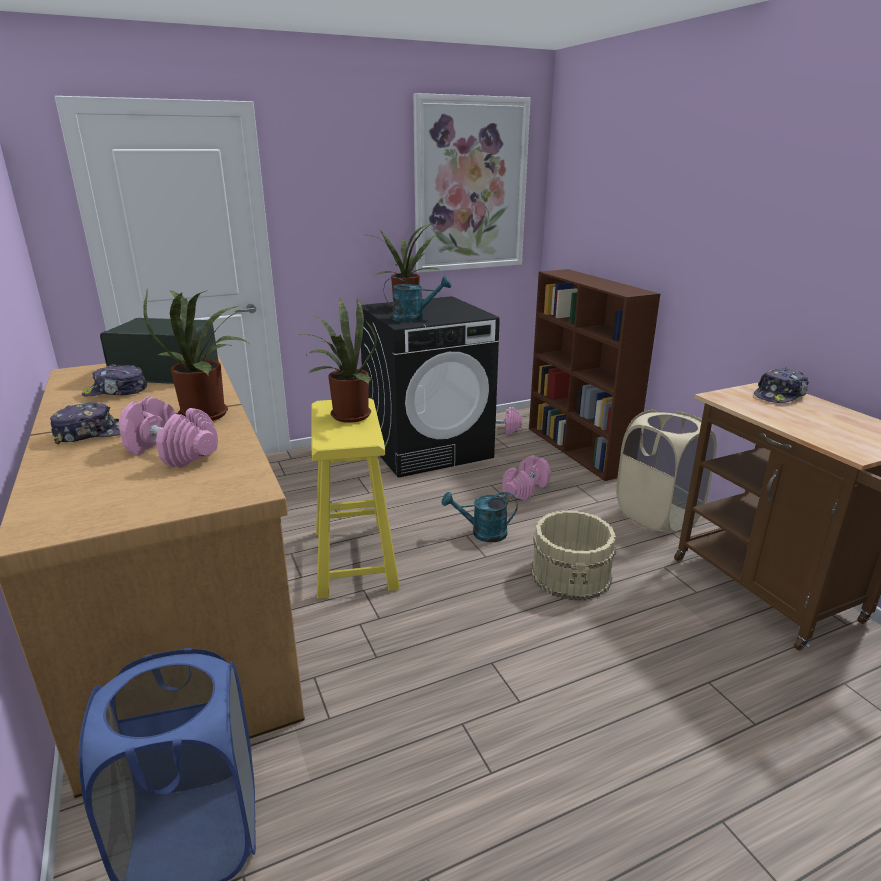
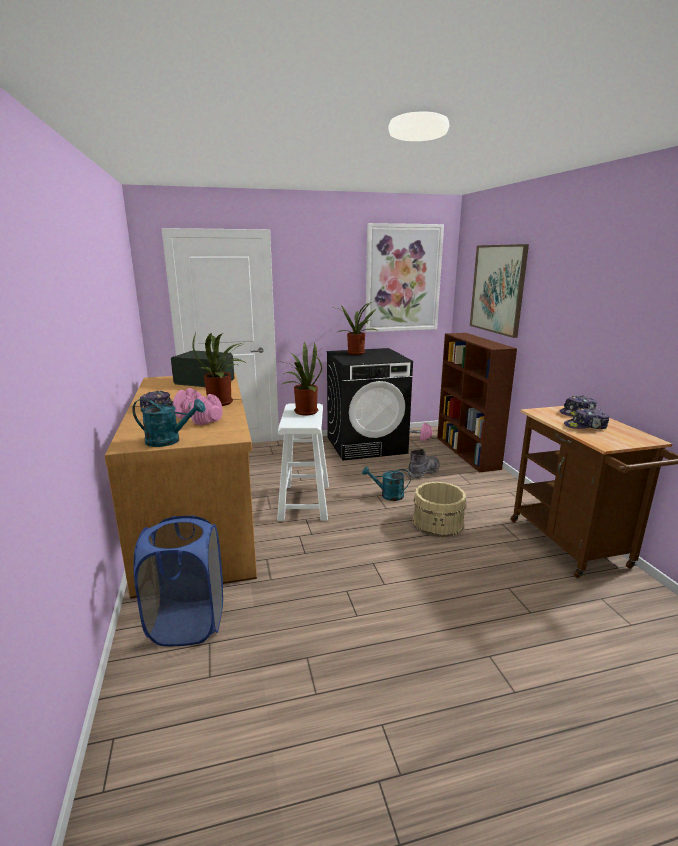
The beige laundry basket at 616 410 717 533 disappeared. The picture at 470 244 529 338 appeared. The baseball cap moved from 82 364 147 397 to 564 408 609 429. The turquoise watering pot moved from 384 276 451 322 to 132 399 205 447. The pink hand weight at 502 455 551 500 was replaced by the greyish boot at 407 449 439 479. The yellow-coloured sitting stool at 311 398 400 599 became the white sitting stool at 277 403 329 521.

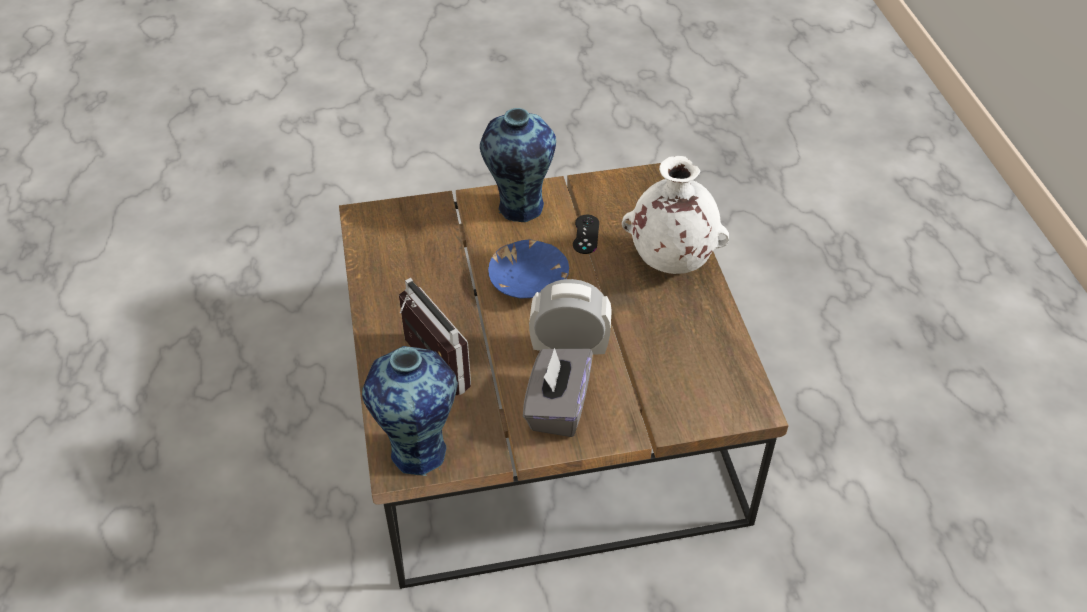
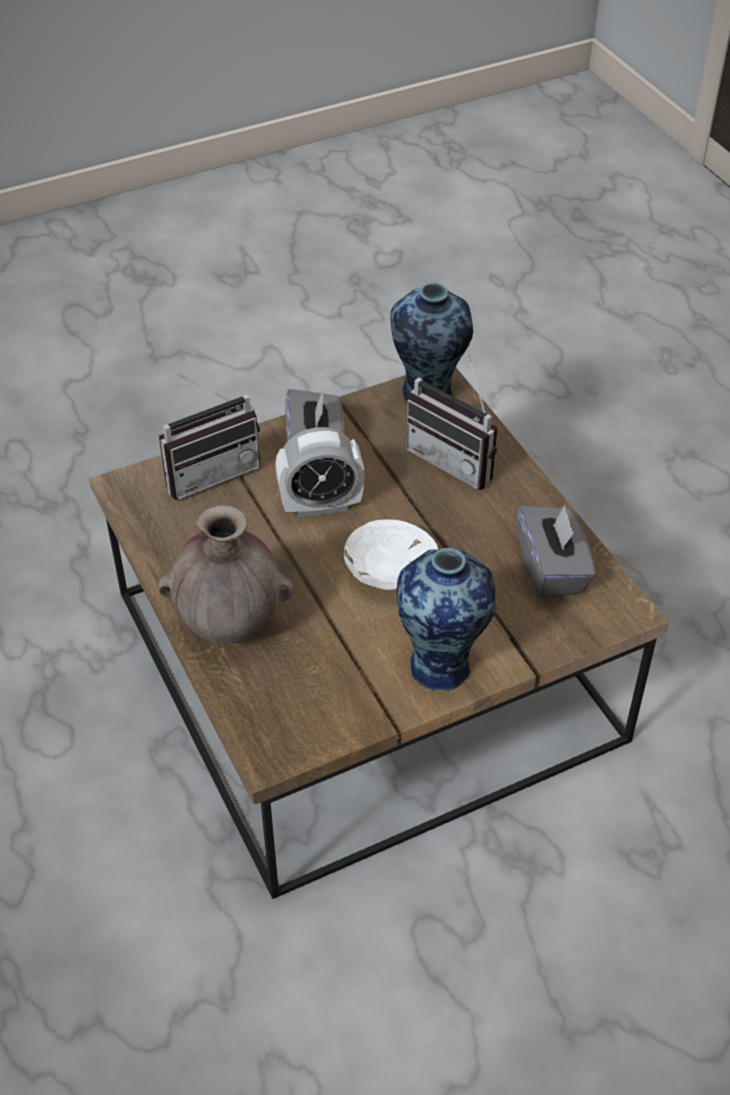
The blackish game controller at 573 215 599 254 disappeared. The radio set at 159 373 260 500 appeared. The greyish box of tissues at 516 505 596 599 appeared. The blue-coloured bowl at 488 239 569 298 became the white bowl at 344 520 438 590. The white flower vase at 622 156 729 274 became the brownish flower vase at 158 505 293 643.

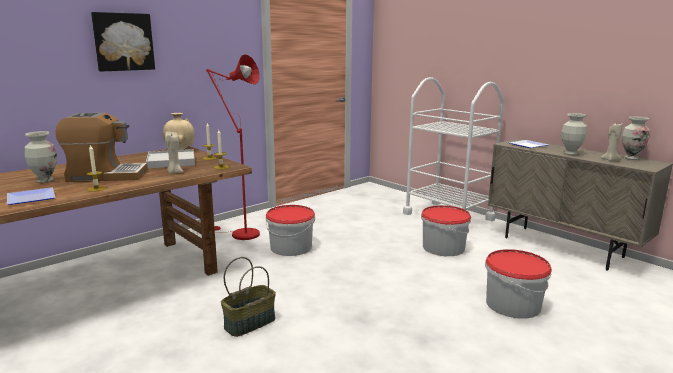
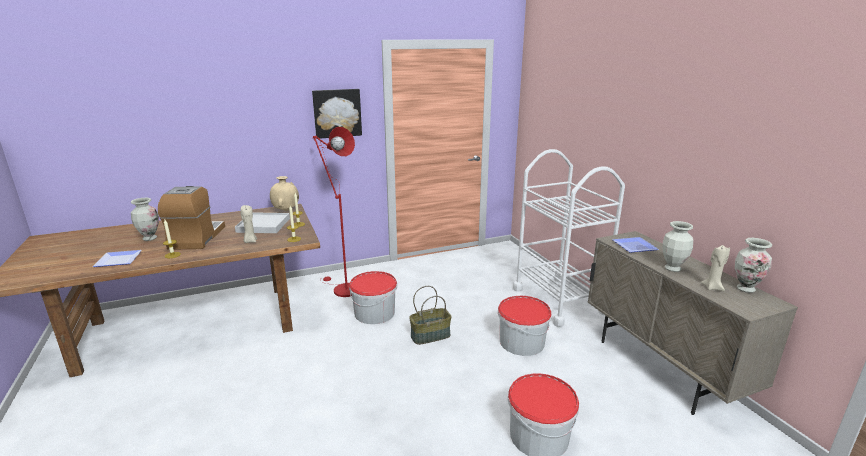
The picture moved from 91 12 155 72 to 312 89 362 139. The basket moved from 221 257 276 337 to 409 286 452 345. The coffee maker at 56 113 148 182 turned 105 degrees counterclockwise.

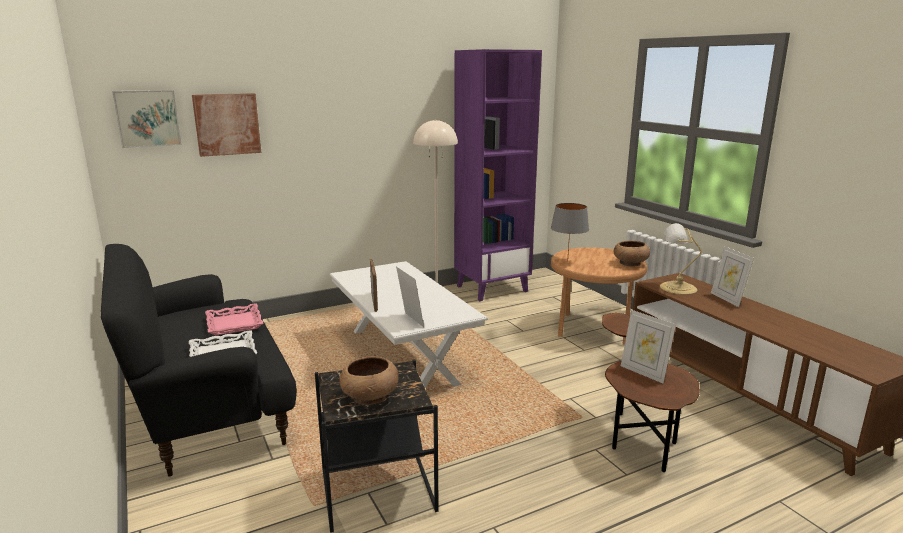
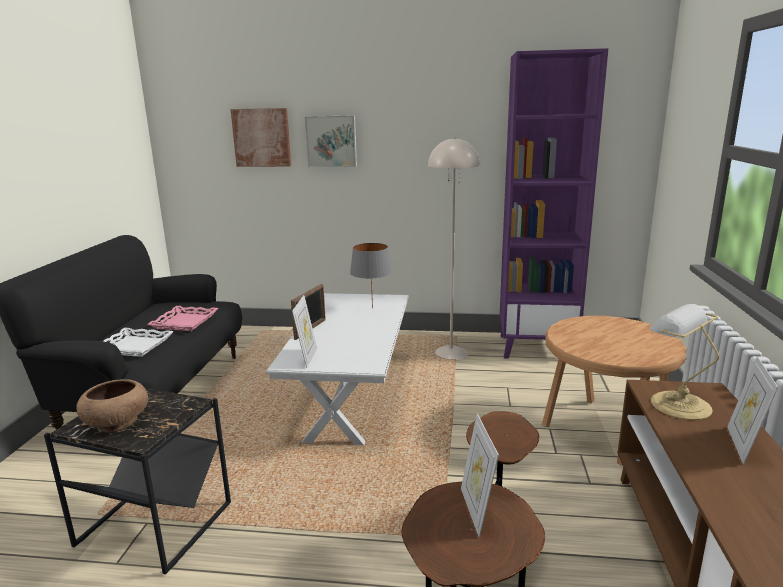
The brownish bowl at 613 241 650 267 disappeared. The picture moved from 112 90 182 148 to 305 115 357 167. The greyish tabletop lamp moved from 551 203 589 262 to 350 243 393 309.

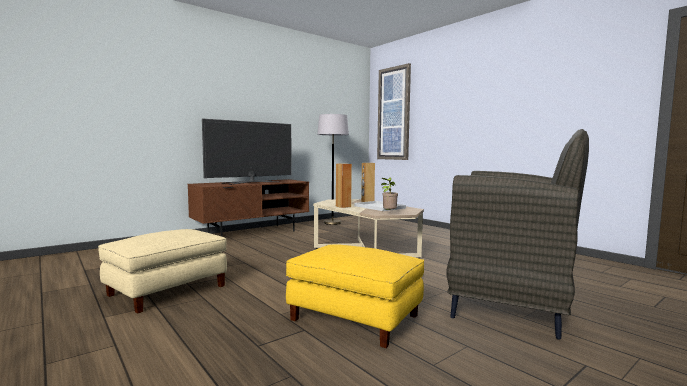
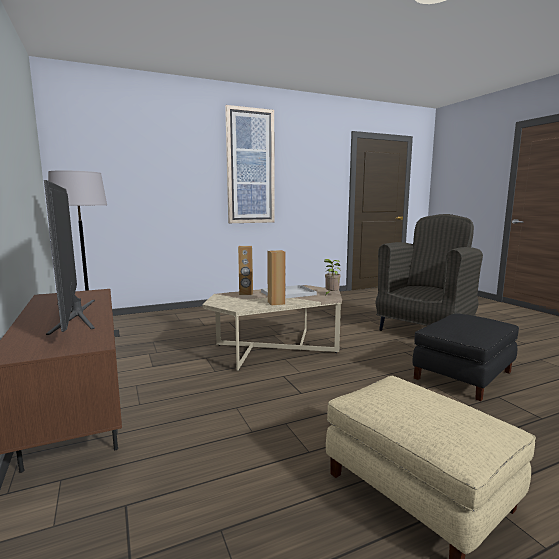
The picture moved from 377 63 411 160 to 225 105 275 223. The yellow-coloured ottoman at 286 244 424 348 became the blackish ottoman at 412 313 519 401.

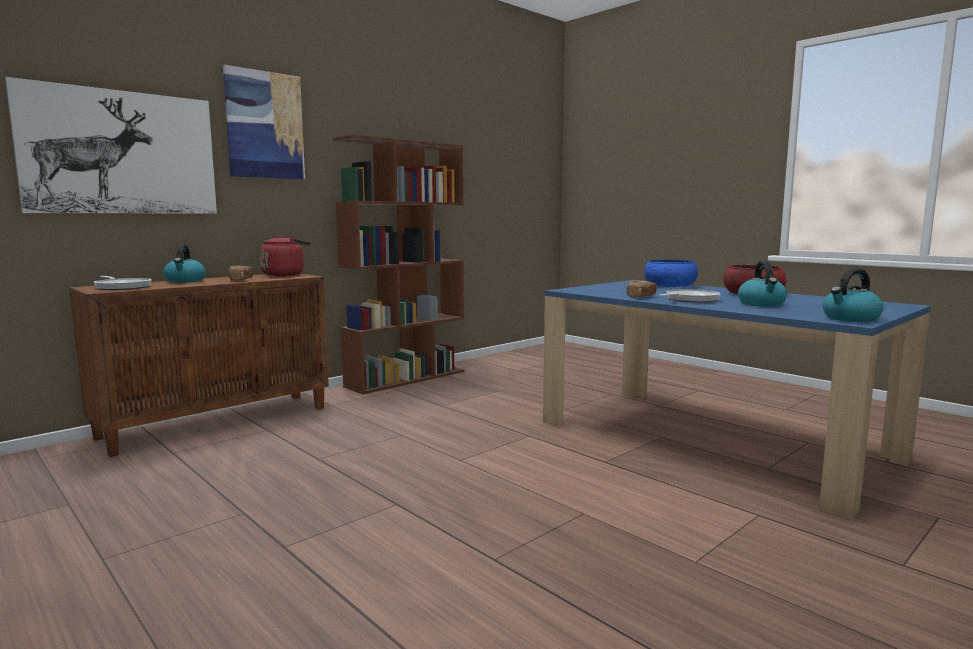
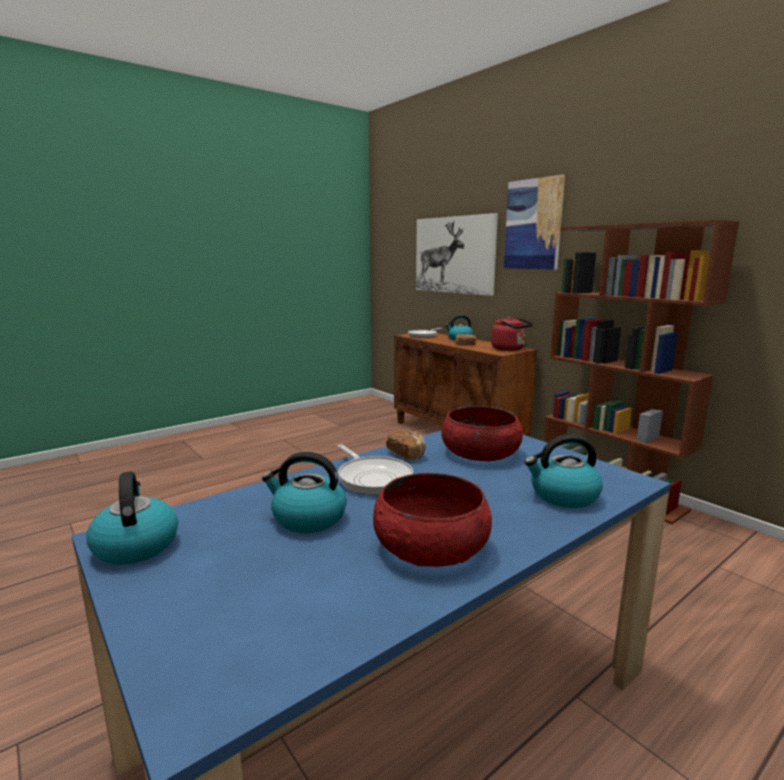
The red-coloured bowl at 441 406 523 461 appeared. The blue-coloured bowl at 644 259 698 287 was replaced by the tea kettle at 524 434 603 508.

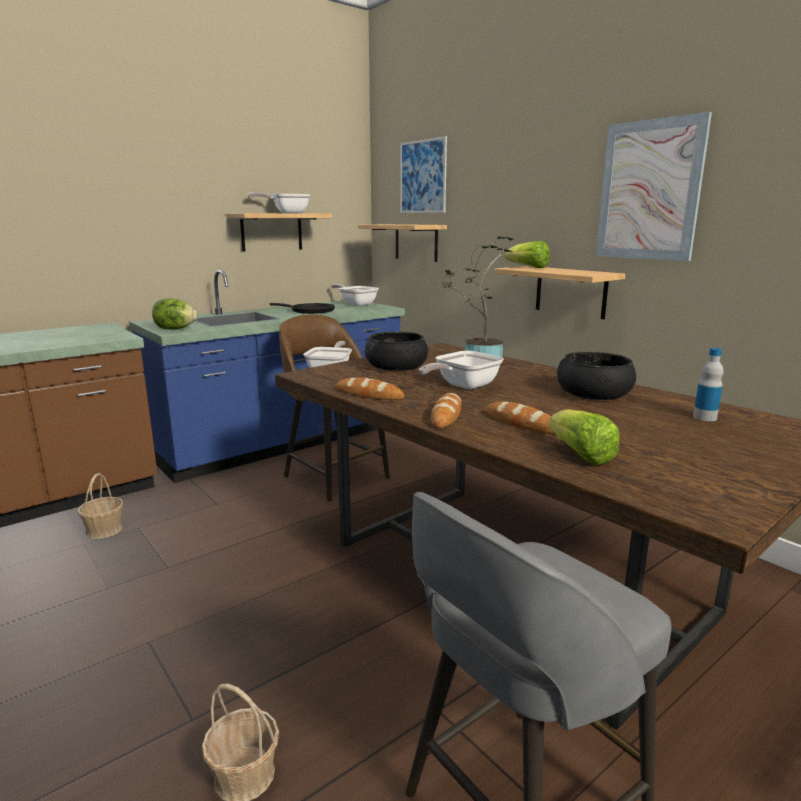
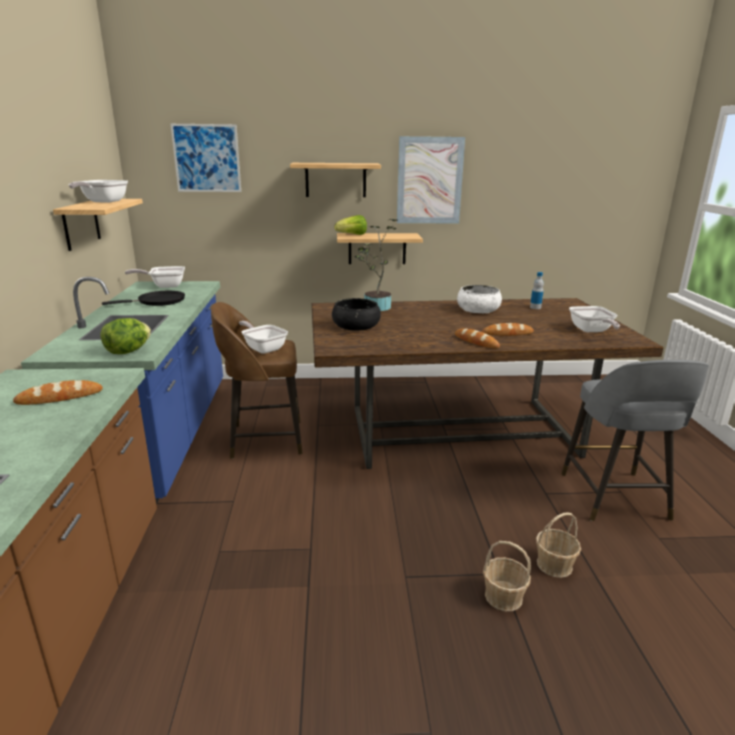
The lettuce head at 548 409 620 465 disappeared. The basket moved from 77 473 124 539 to 483 541 531 611. The baked bread moved from 336 378 404 400 to 13 380 103 405. The wall shelf moved from 358 224 447 262 to 290 163 381 197. The pan moved from 419 351 504 389 to 569 306 620 332. The blackish bowl at 557 352 636 400 became the white bowl at 457 285 502 314.

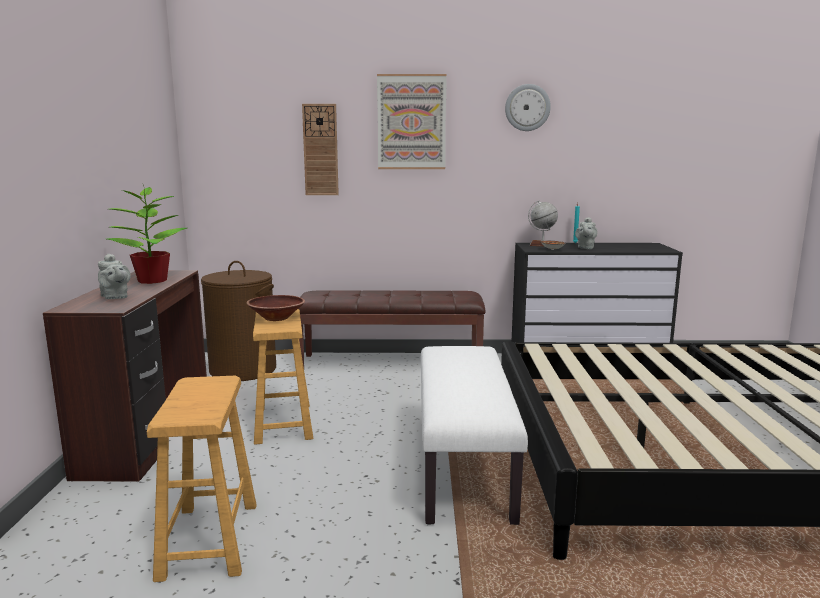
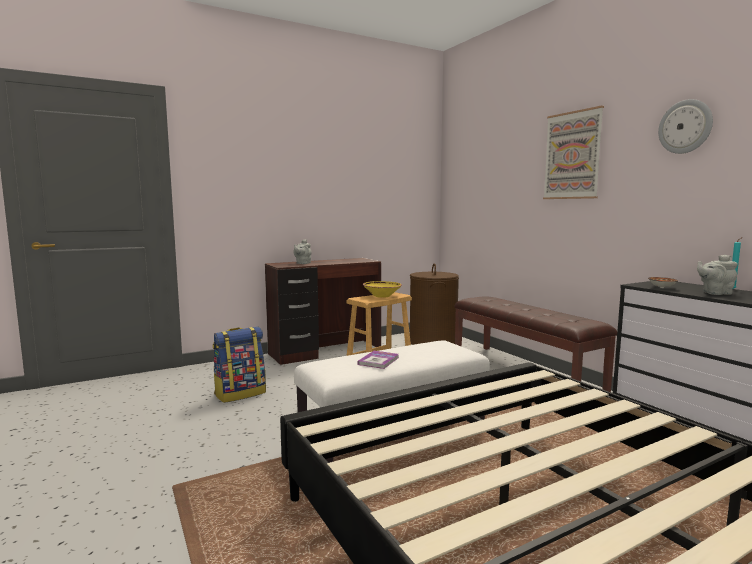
The plant in a pot at 107 183 187 284 disappeared. The hanging clock at 302 104 339 195 disappeared. The globe at 528 200 558 246 disappeared. The book at 357 351 399 369 appeared. The brownish sitting stool at 147 376 257 582 was replaced by the backpack at 213 327 266 403. The brownish bowl at 247 295 305 321 became the yellow-coloured bowl at 363 281 402 298.

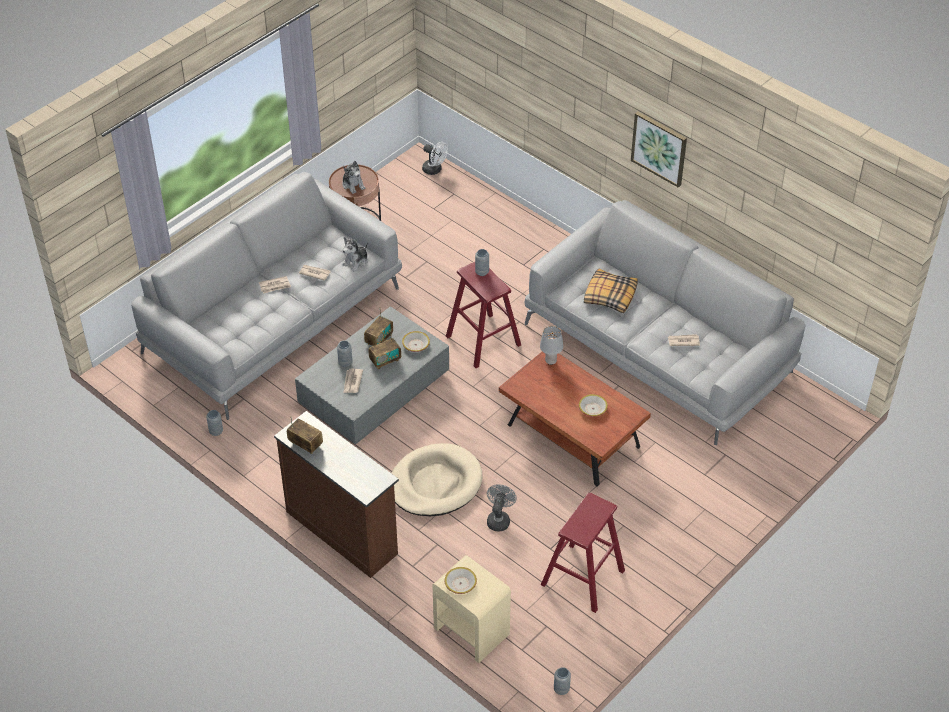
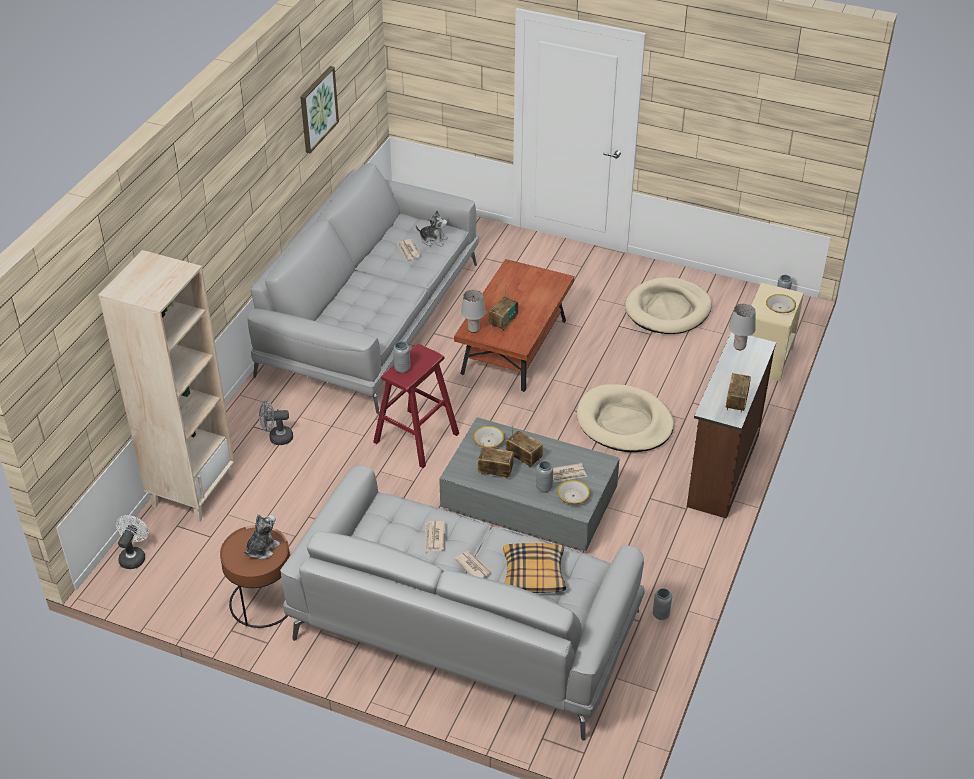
The beige bookshelf at 98 250 235 522 appeared. The radio set at 488 285 518 331 appeared. The greyish tabletop lamp at 729 304 756 350 appeared. The cuddly toy moved from 343 237 368 271 to 416 210 448 247. The greyish cooling fan moved from 487 484 517 531 to 259 400 293 445. The bowl moved from 579 394 608 417 to 557 480 590 504. The cushion moved from 584 268 637 313 to 503 543 566 593. The picture moved from 631 112 687 188 to 300 66 339 153. The red-coloured sitting stool at 541 493 625 613 was replaced by the beige dog bed at 625 277 712 334.

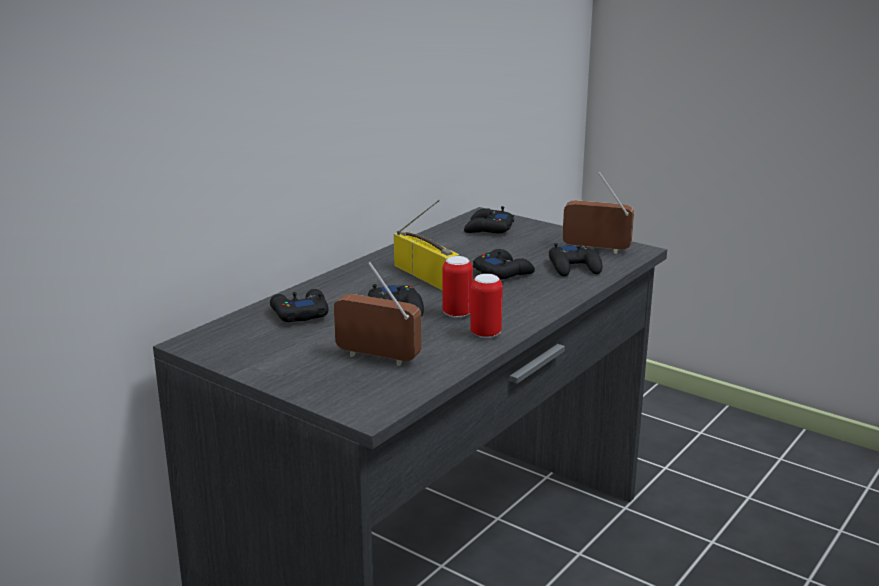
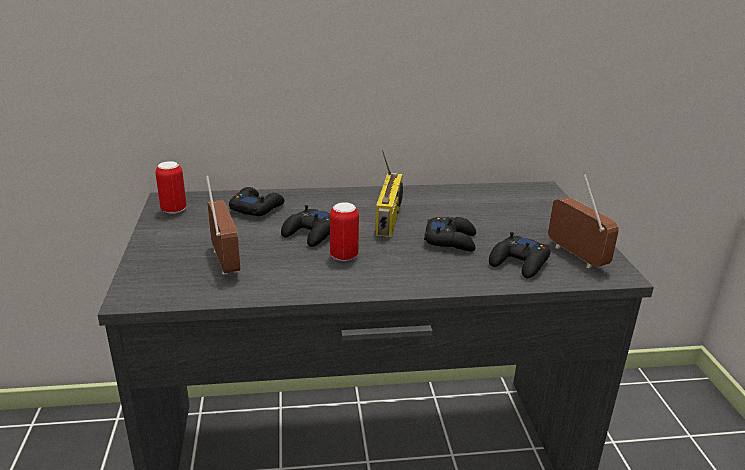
The blackish game controller at 464 206 514 233 disappeared. The can moved from 470 274 503 338 to 155 161 187 214.

